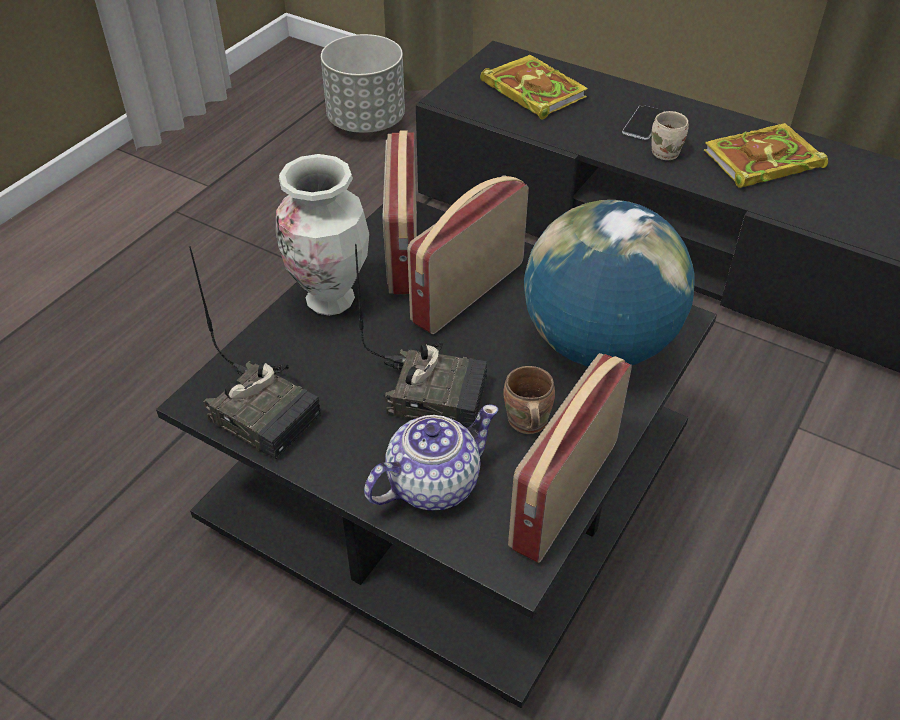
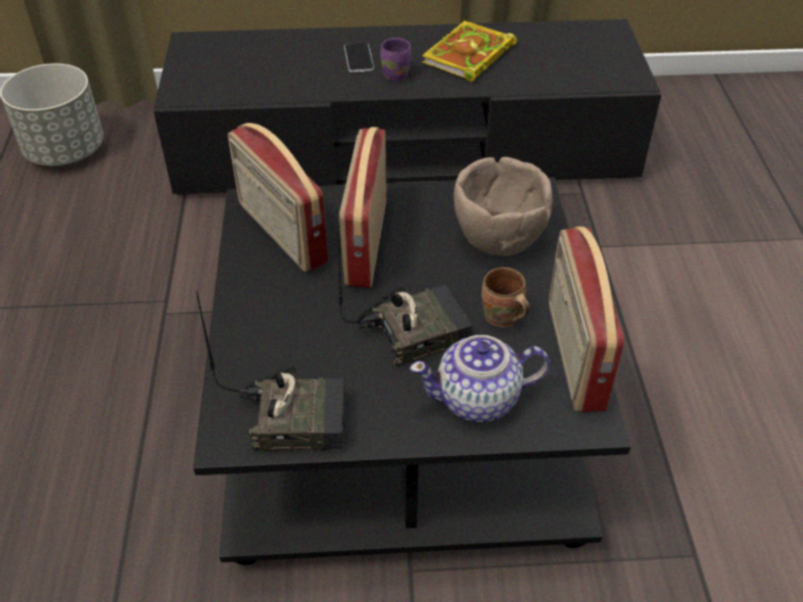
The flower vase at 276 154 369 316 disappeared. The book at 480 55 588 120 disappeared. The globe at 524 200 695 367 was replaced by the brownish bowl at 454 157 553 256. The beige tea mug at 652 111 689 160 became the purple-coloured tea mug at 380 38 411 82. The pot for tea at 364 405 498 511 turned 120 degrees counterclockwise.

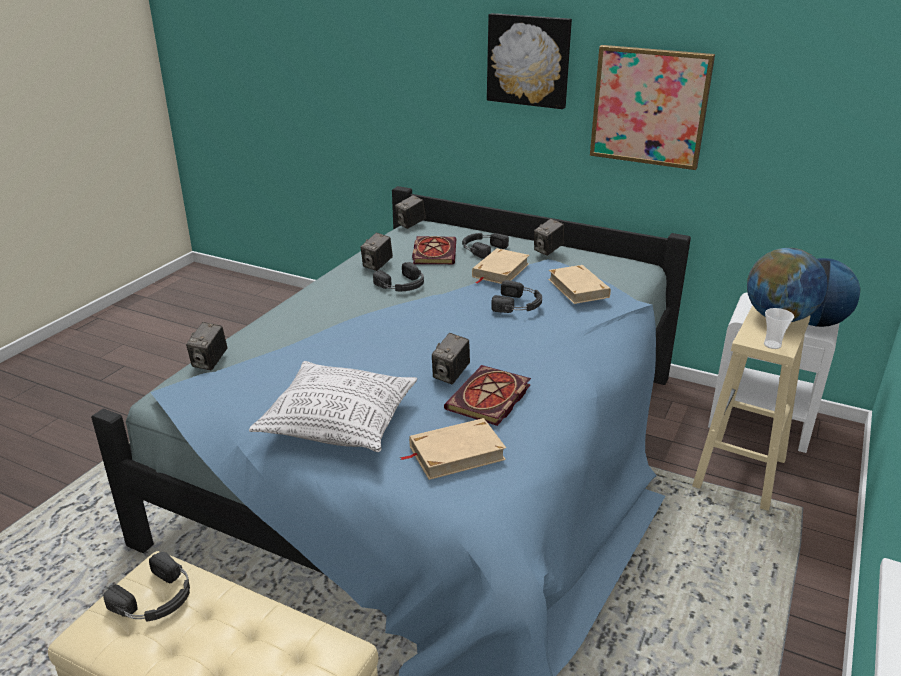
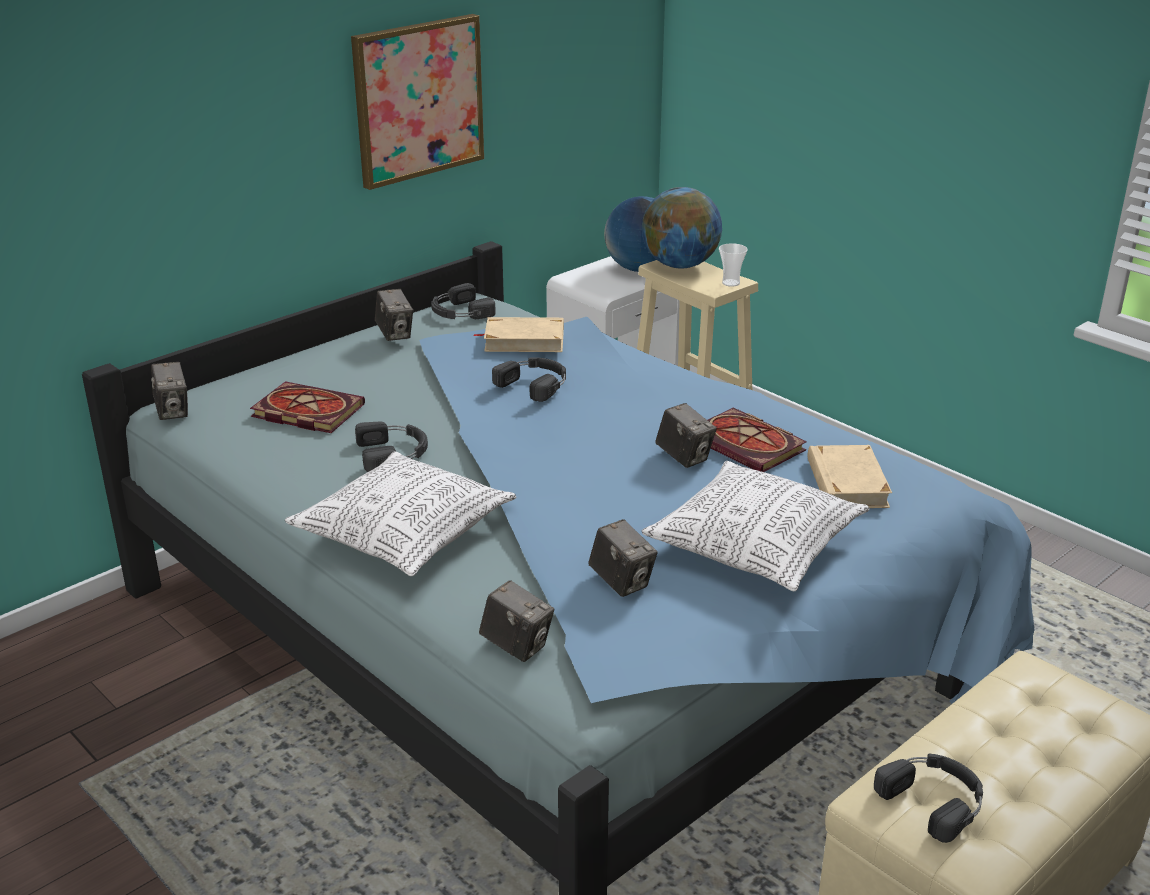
The beige book at 472 248 529 284 disappeared. The picture at 487 13 572 109 disappeared. The cushion at 285 452 516 576 appeared. The photo camera moved from 361 233 393 271 to 588 519 658 597. The blackish headphones moved from 462 233 509 259 to 431 283 496 319.

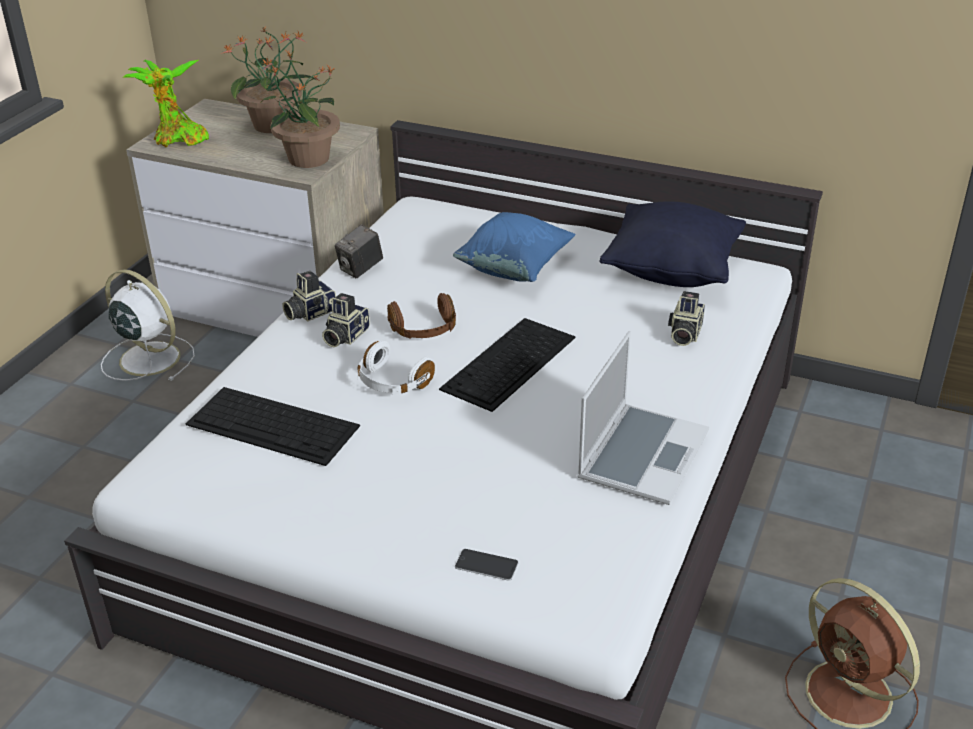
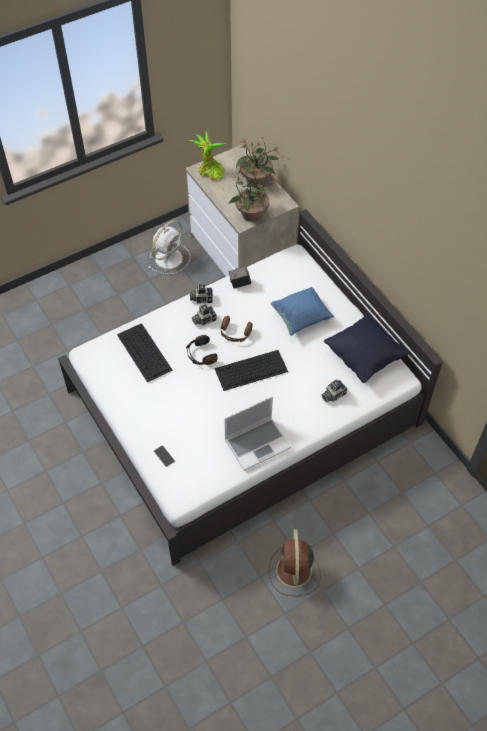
The white headphones at 357 341 435 395 became the blackish headphones at 186 335 218 365. The white cooling fan at 101 269 195 381 turned 60 degrees clockwise.

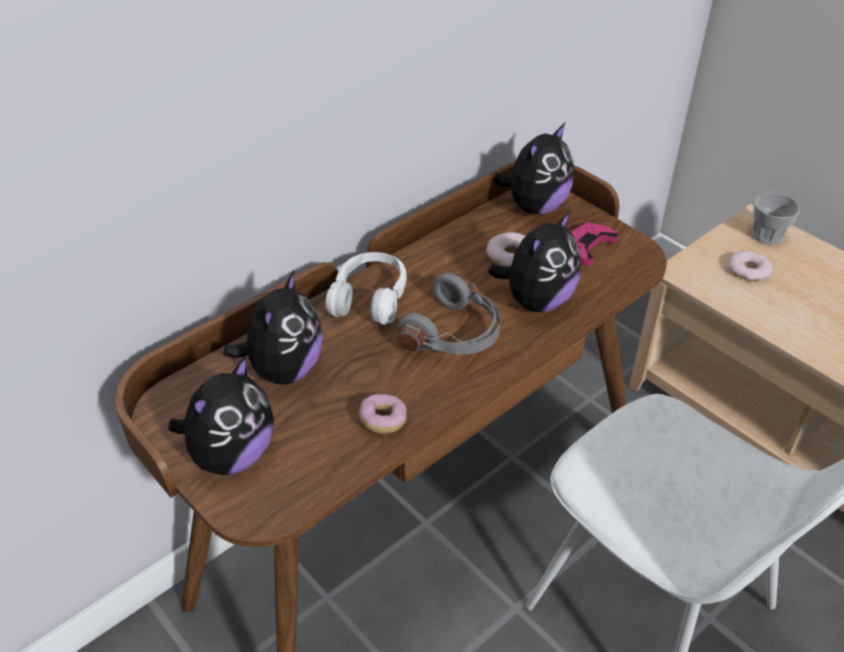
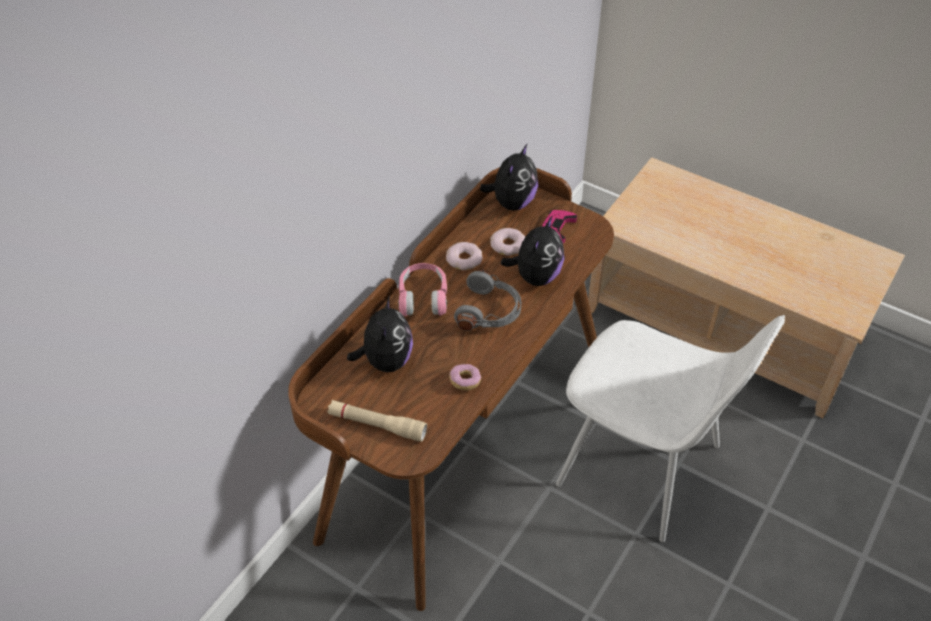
The drinking cup at 752 192 800 245 disappeared. The ring doughnut moved from 728 250 772 281 to 446 242 482 270. The cuddly toy at 168 356 274 475 was replaced by the beige torch at 327 400 427 442. The white headphones at 326 252 406 325 became the pink headphones at 398 263 447 316.

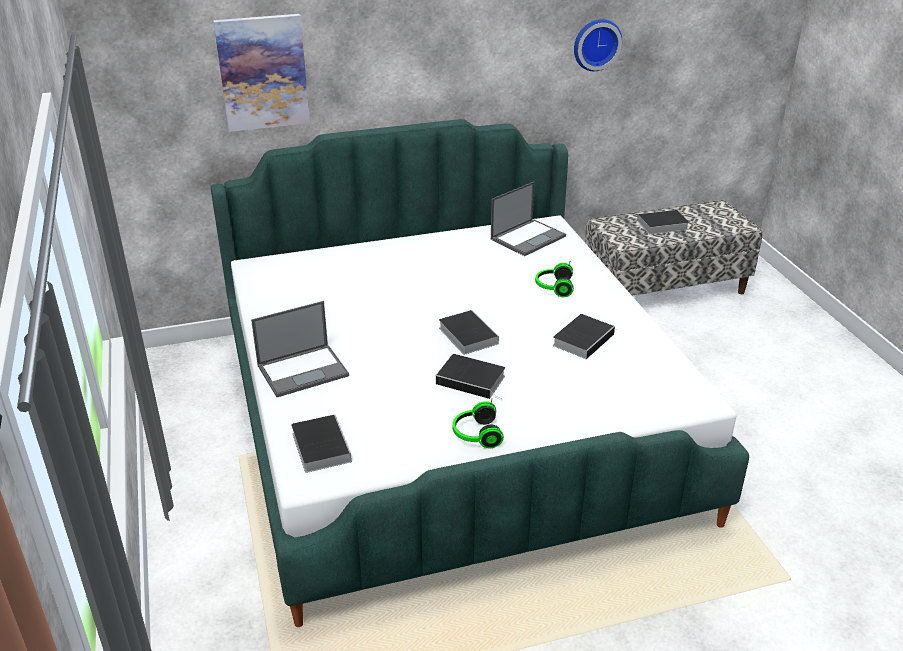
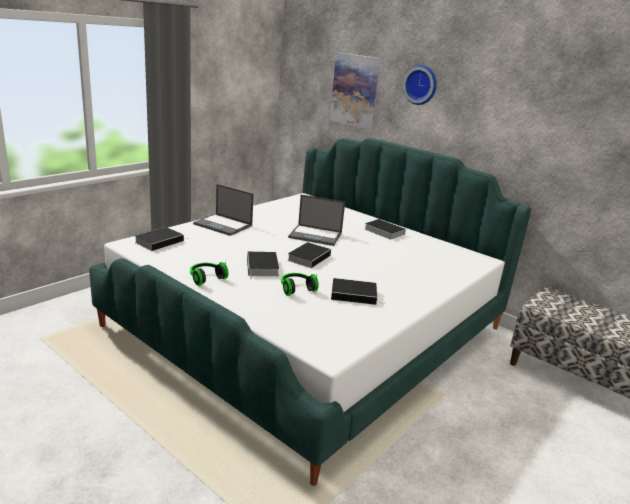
The notebook computer moved from 491 182 566 256 to 288 195 345 246. The headphones moved from 535 262 574 297 to 281 273 319 296. The hanging clock moved from 574 19 622 71 to 403 65 437 105. The book moved from 630 210 689 234 to 364 219 406 240.

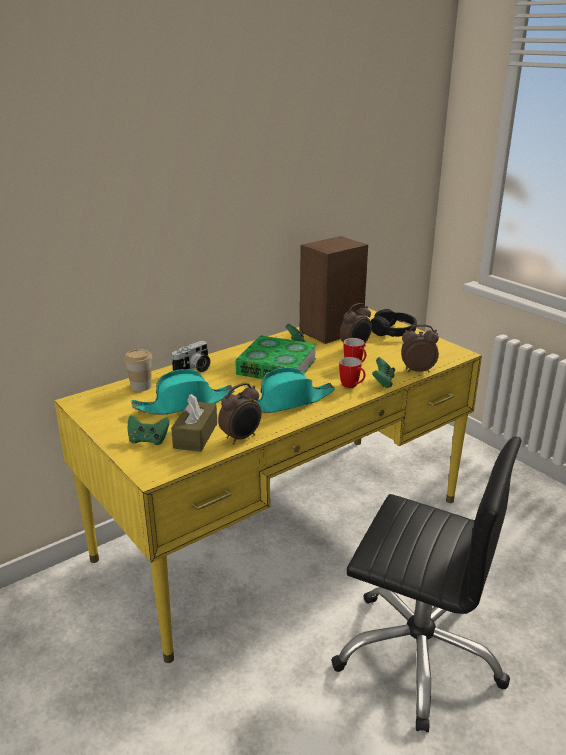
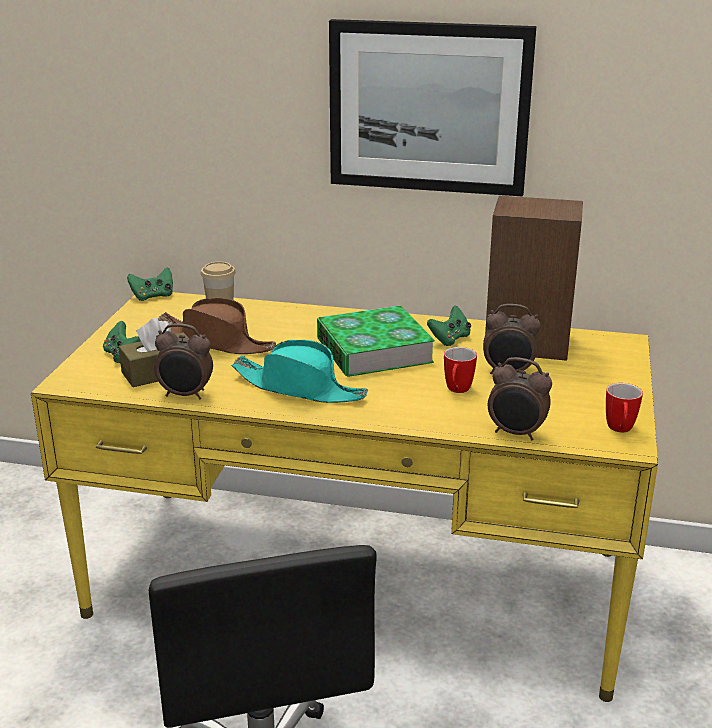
The photo camera at 171 341 211 372 disappeared. The blackish headphones at 371 309 417 337 disappeared. The picture at 329 19 536 197 appeared. The tea mug moved from 339 357 365 388 to 606 383 643 432. The green game controller moved from 372 357 395 388 to 127 267 173 301. The turquoise wearable hat at 131 369 234 415 became the brownish wearable hat at 158 298 276 354. The bedside clock at 401 324 439 373 turned 150 degrees clockwise.

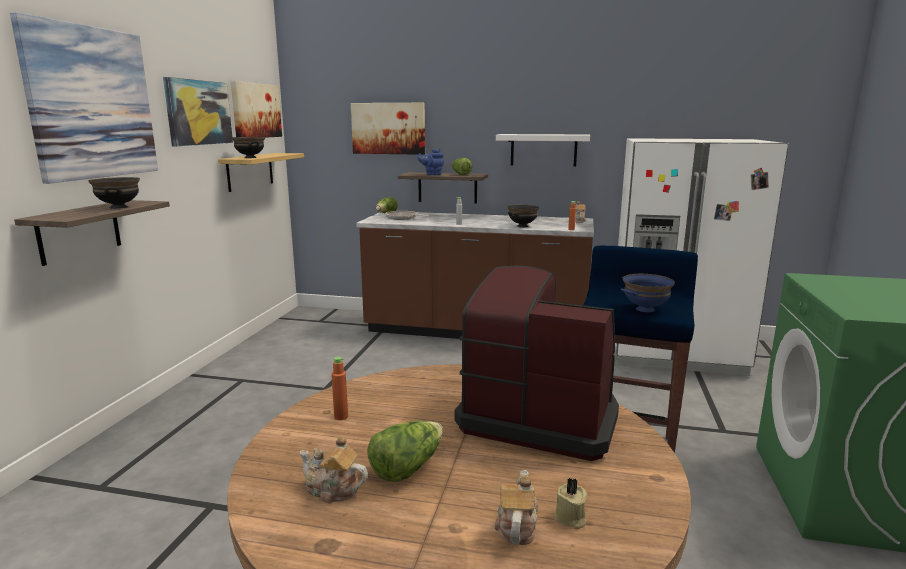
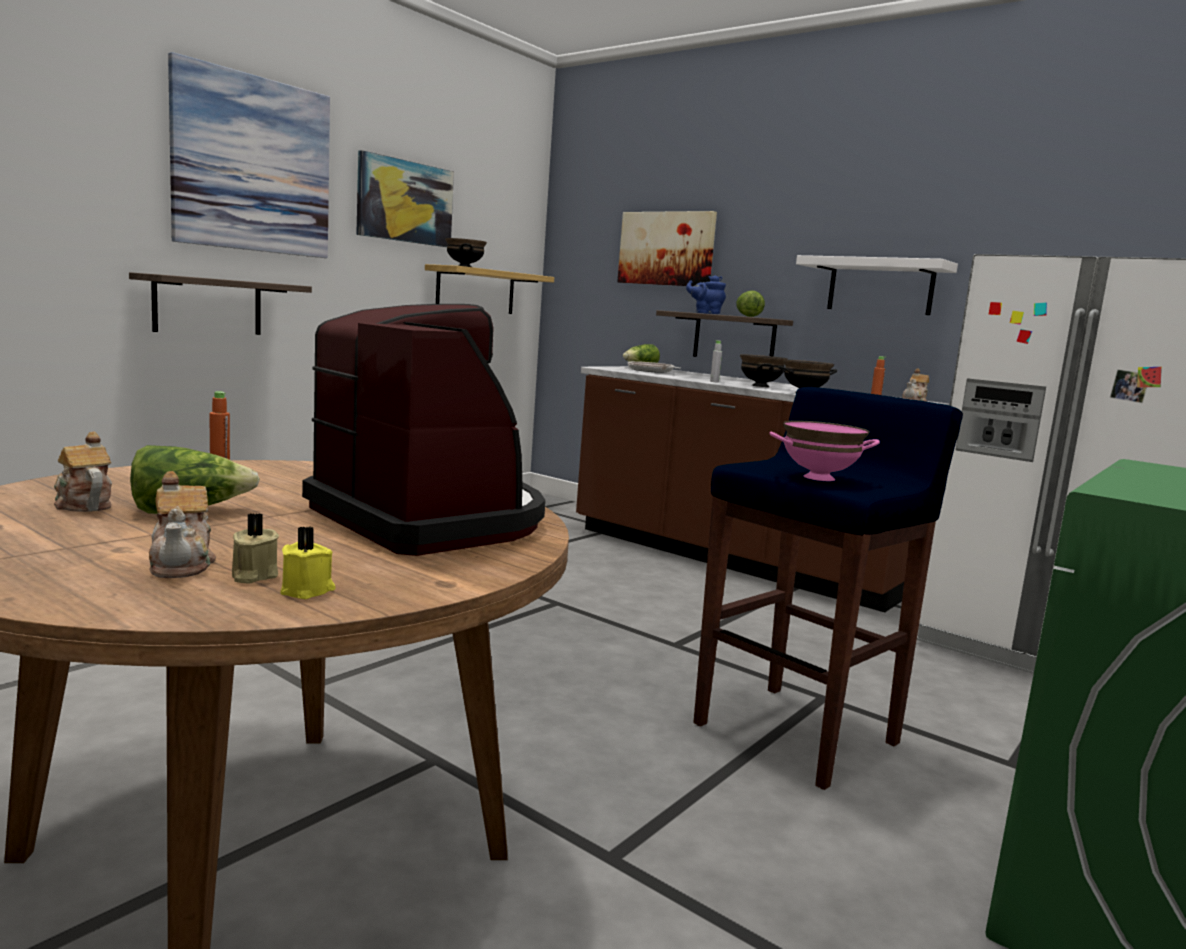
The picture at 230 81 282 138 disappeared. The yellow-coloured wax light at 280 526 335 599 appeared. The blackish bowl moved from 88 177 140 209 to 740 354 788 387. The blue-coloured bowl at 621 274 675 312 became the pink bowl at 769 420 880 481. The pot for tea at 495 470 538 545 turned 120 degrees clockwise.

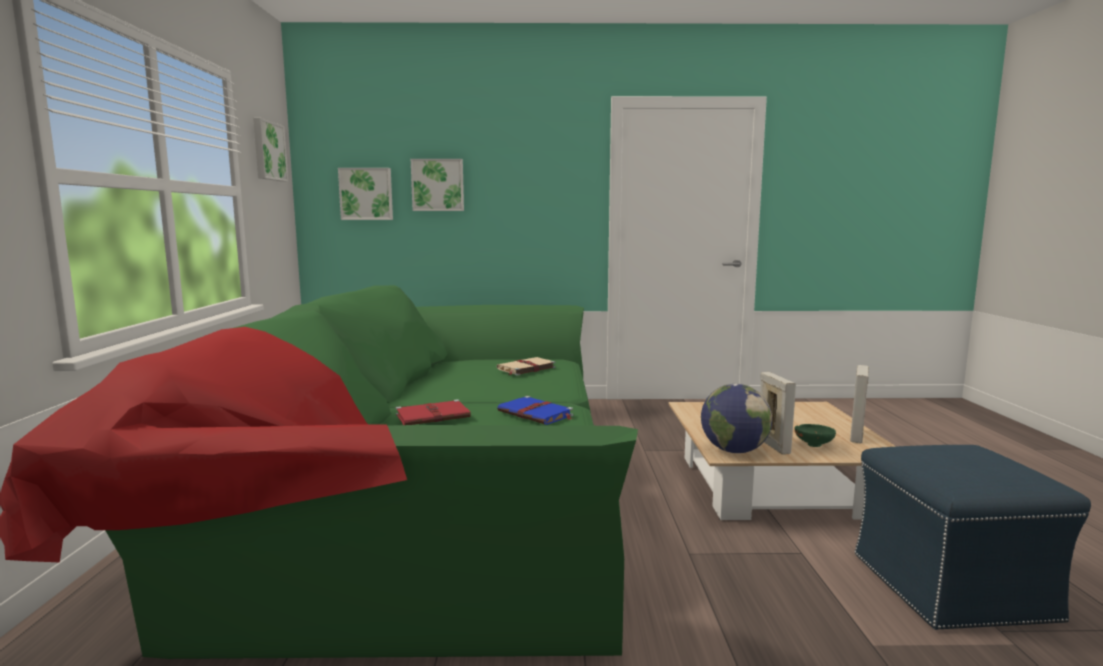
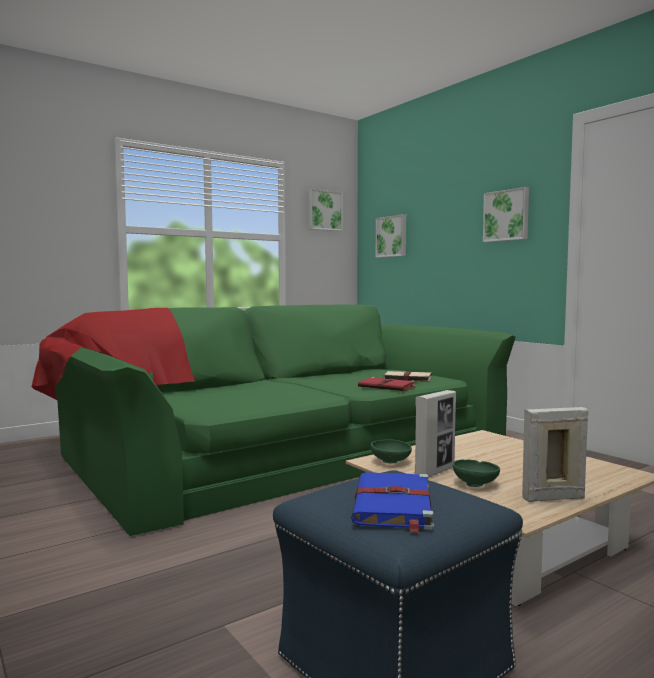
The red-coloured book moved from 396 399 471 425 to 358 377 417 391. The picture moved from 411 159 464 211 to 483 187 529 242. The blue-coloured book moved from 497 396 573 425 to 351 472 434 534. The globe at 701 384 772 453 was replaced by the green bowl at 371 439 412 463.

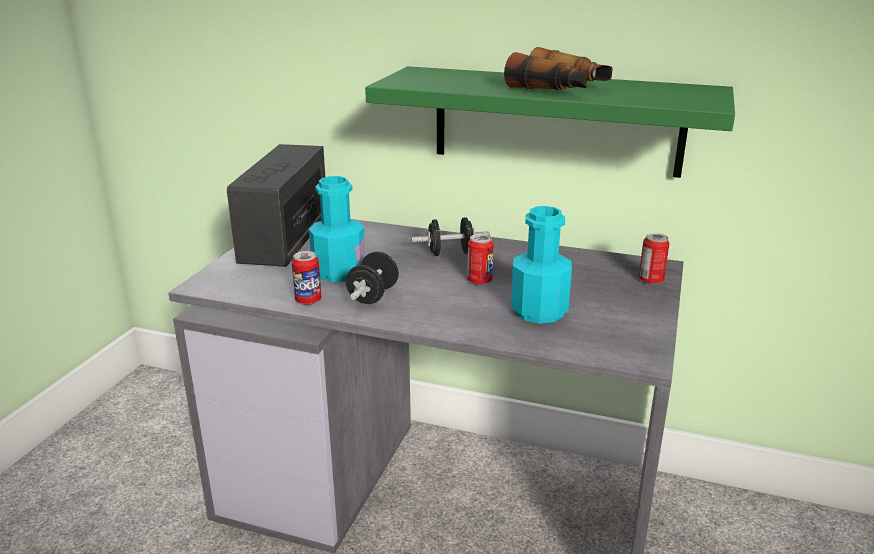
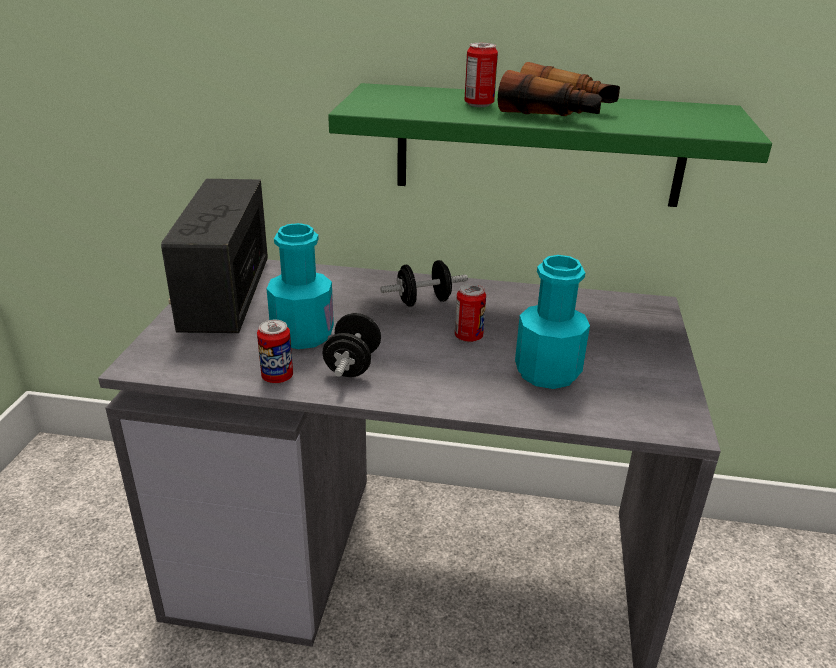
The can moved from 639 233 670 284 to 464 43 498 107.

